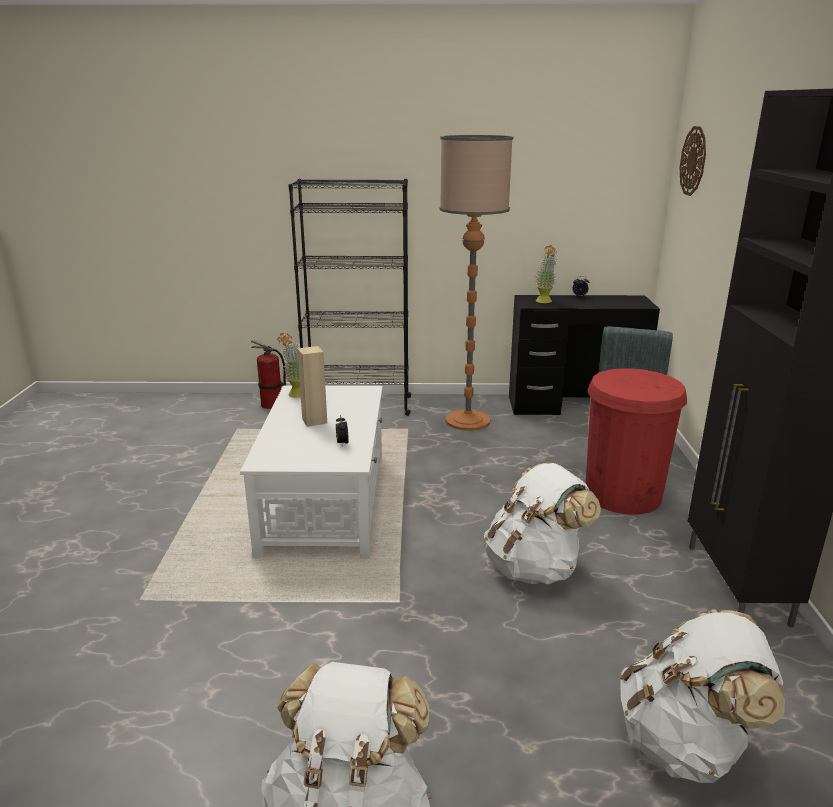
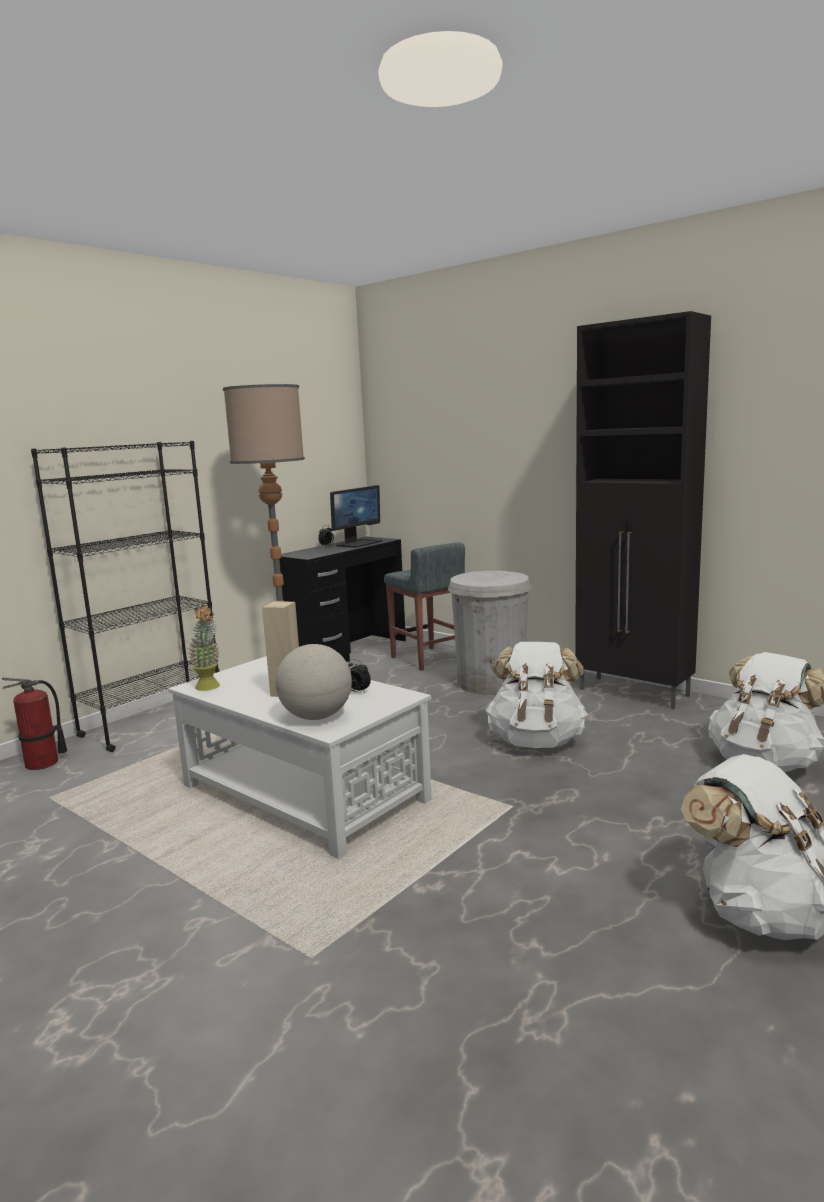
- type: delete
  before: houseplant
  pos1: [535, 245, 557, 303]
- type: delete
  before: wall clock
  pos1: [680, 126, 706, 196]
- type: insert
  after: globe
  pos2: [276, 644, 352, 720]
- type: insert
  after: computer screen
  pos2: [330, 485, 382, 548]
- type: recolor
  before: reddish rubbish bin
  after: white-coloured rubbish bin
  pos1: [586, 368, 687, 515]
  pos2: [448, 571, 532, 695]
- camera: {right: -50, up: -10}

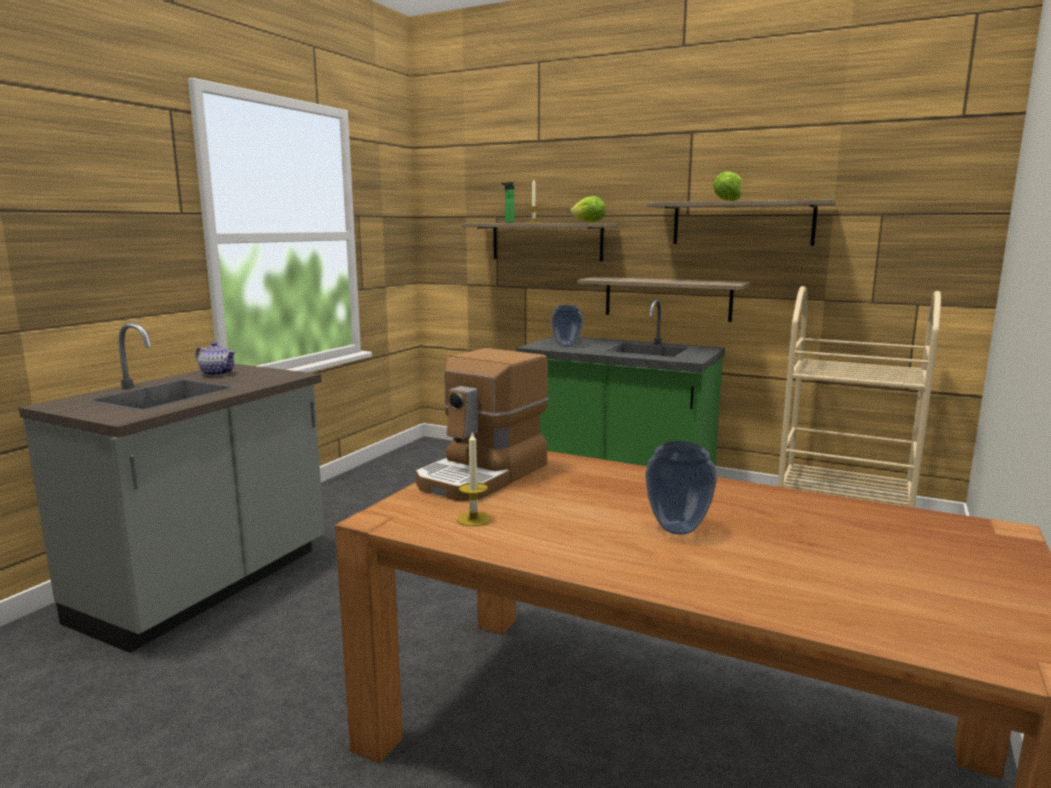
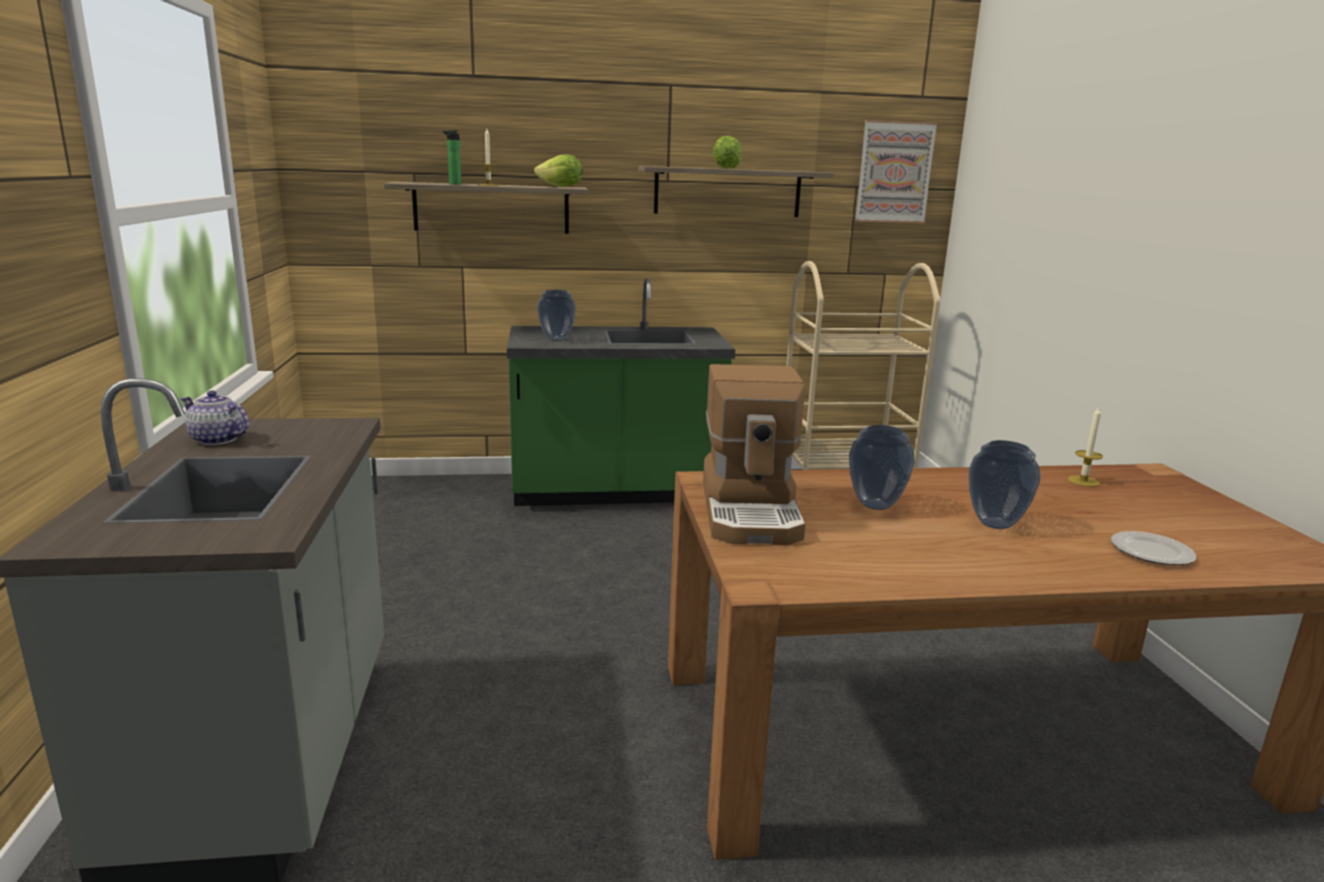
- type: delete
  before: shelf
  pos1: [578, 277, 750, 322]
- type: insert
  after: decorative vase
  pos2: [849, 425, 915, 510]
- type: insert
  after: wall art
  pos2: [855, 120, 938, 223]
- type: insert
  after: flat dish
  pos2: [1111, 531, 1196, 565]
- type: move
  before: wax candle
  pos1: [457, 431, 491, 526]
  pos2: [1068, 407, 1103, 487]
- type: rotate
  before: pot for tea
  pos1: [196, 342, 235, 376]
  pos2: [180, 391, 249, 445]
  turn: -150
- camera: {right: -35, up: 5}

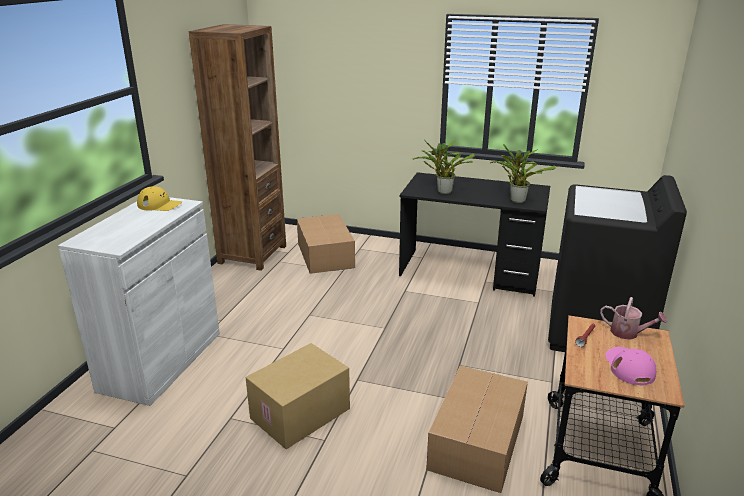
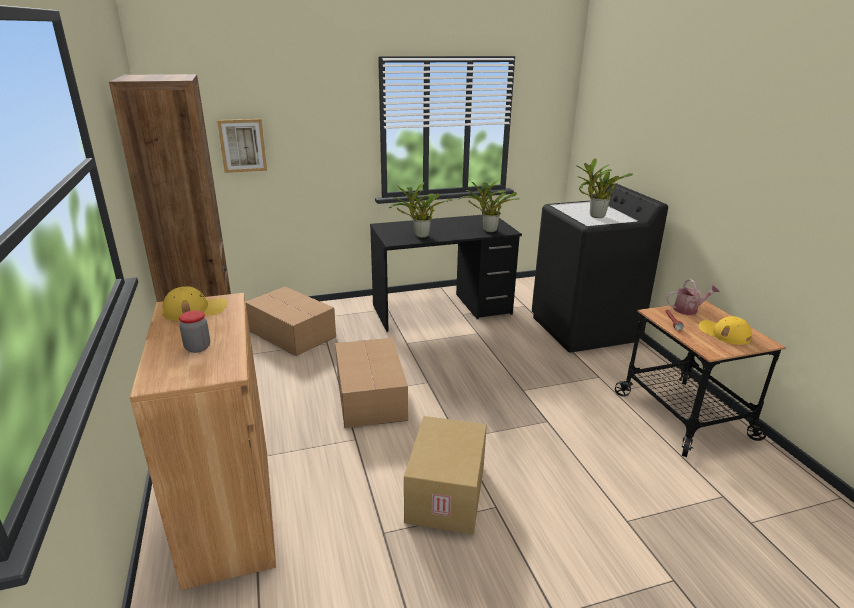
- type: insert
  after: storage jar
  pos2: [179, 311, 210, 353]
- type: insert
  after: wall art
  pos2: [217, 119, 267, 173]
- type: insert
  after: houseplant
  pos2: [576, 158, 633, 218]
- type: move
  before: cardboard box
  pos1: [426, 365, 528, 493]
  pos2: [335, 338, 408, 428]
- type: recolor
  before: white-coloured cabinet
  after: brown-coloured cabinet
  pos1: [58, 197, 220, 406]
  pos2: [130, 293, 276, 590]
- type: recolor
  before: pink-coloured baseball cap
  after: yellow-coloured baseball cap
  pos1: [605, 347, 656, 385]
  pos2: [699, 316, 752, 345]
- camera: {right: -35, up: 0}

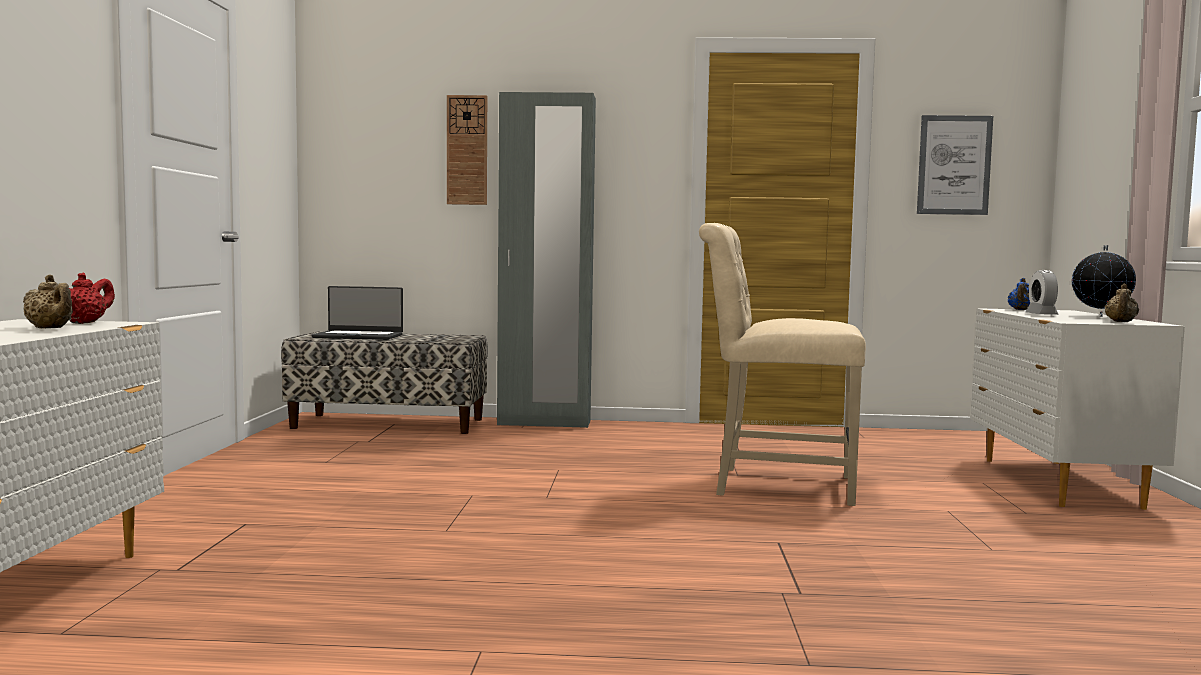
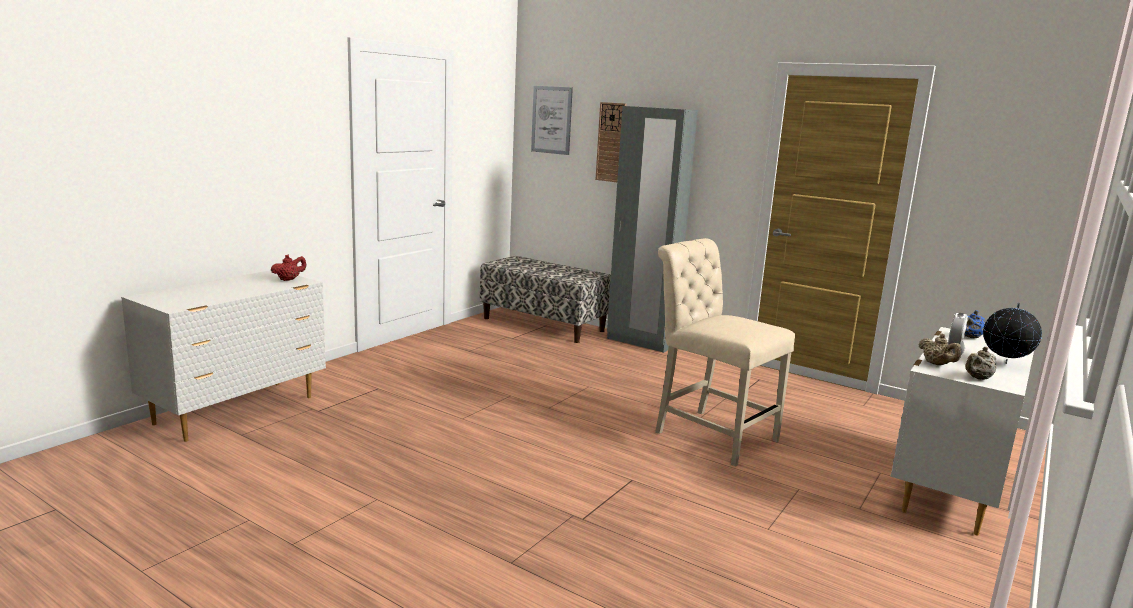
- type: delete
  before: laptop
  pos1: [311, 286, 403, 340]
- type: move
  before: beige pot for tea
  pos1: [23, 274, 73, 329]
  pos2: [918, 334, 961, 365]
- type: move
  before: wall art
  pos1: [917, 115, 993, 215]
  pos2: [531, 86, 573, 155]
- camera: {right: 30, up: 10}

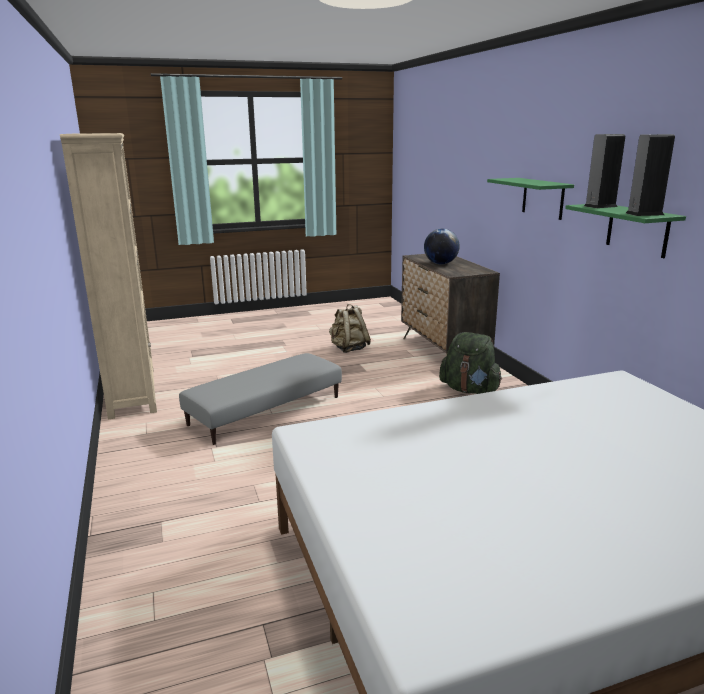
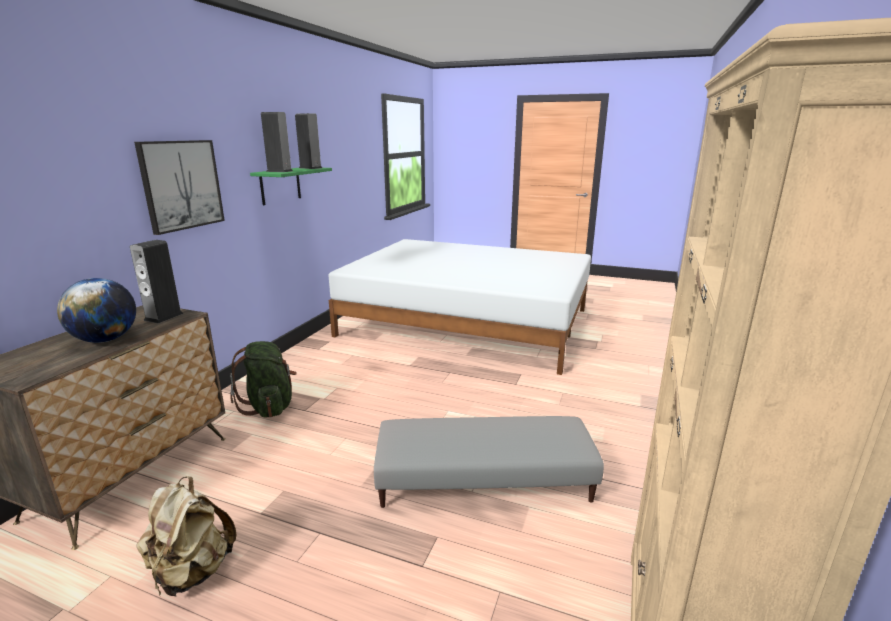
- type: insert
  after: loudspeaker
  pos2: [130, 240, 184, 323]
- type: replace
  before: greenish shelf
  after: wall art
  pos1: [487, 178, 574, 220]
  pos2: [134, 140, 225, 235]
- camera: {right: -140, up: 0}

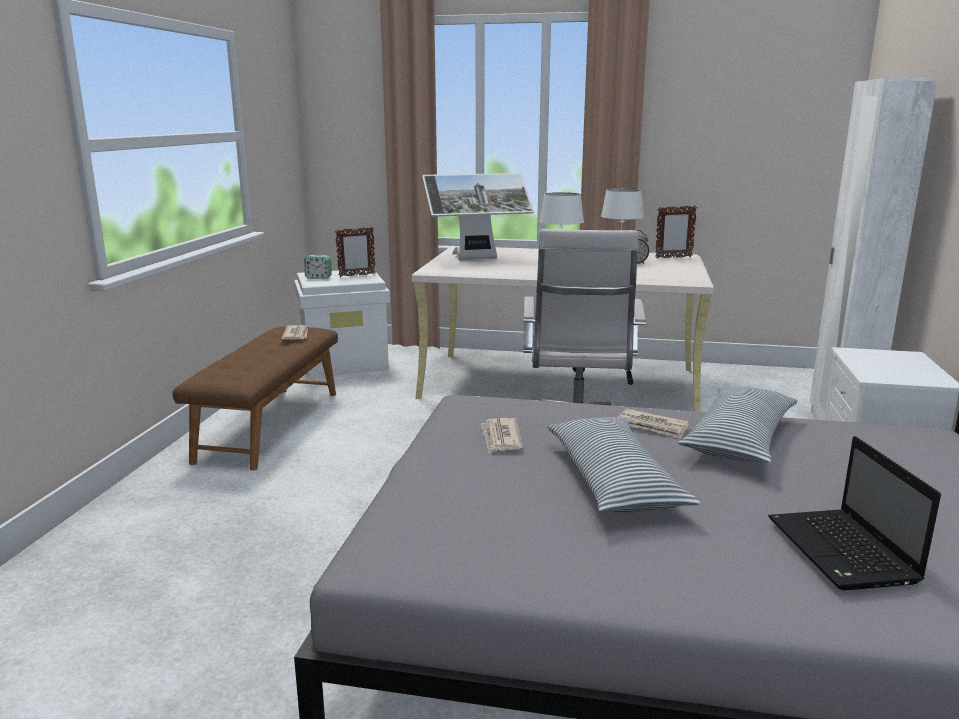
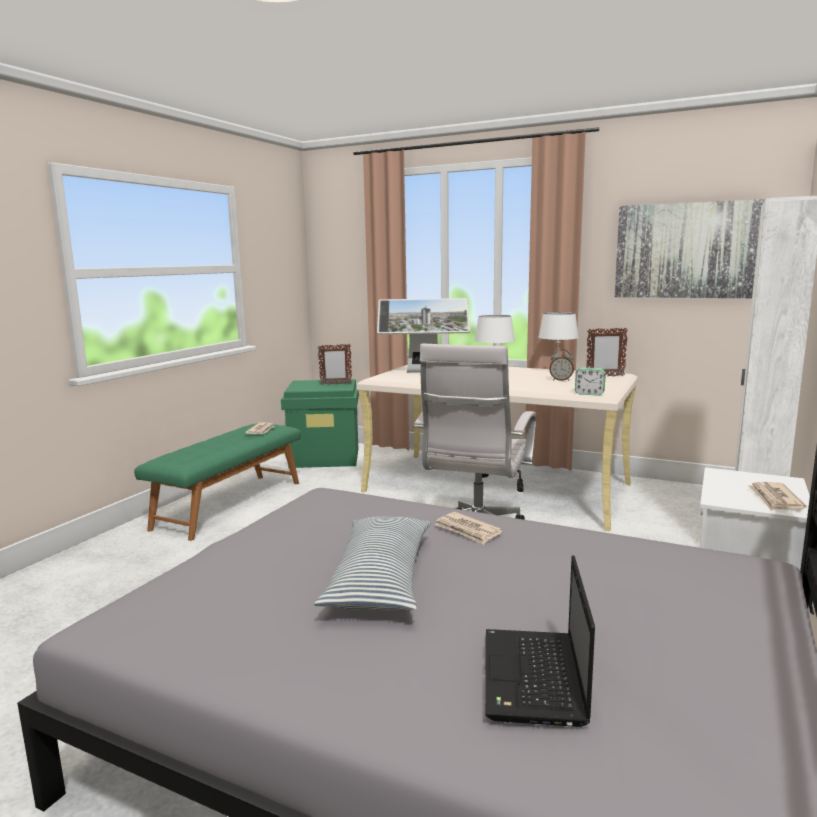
- type: delete
  before: throw pillow
  pos1: [678, 386, 798, 463]
- type: insert
  after: wall art
  pos2: [615, 199, 765, 298]
- type: move
  before: bedside clock
  pos1: [304, 255, 332, 279]
  pos2: [575, 368, 606, 396]
- type: move
  before: daily paper
  pos1: [481, 418, 523, 453]
  pos2: [748, 482, 807, 511]
- type: recolor
  before: brown-coloured long seat
  after: greenish long seat
  pos1: [173, 326, 338, 471]
  pos2: [134, 424, 301, 541]
- type: recolor
  before: white-coloured storage container
  after: greenish storage container
  pos1: [294, 270, 390, 378]
  pos2: [281, 379, 359, 468]
- camera: {right: 15, up: -5}

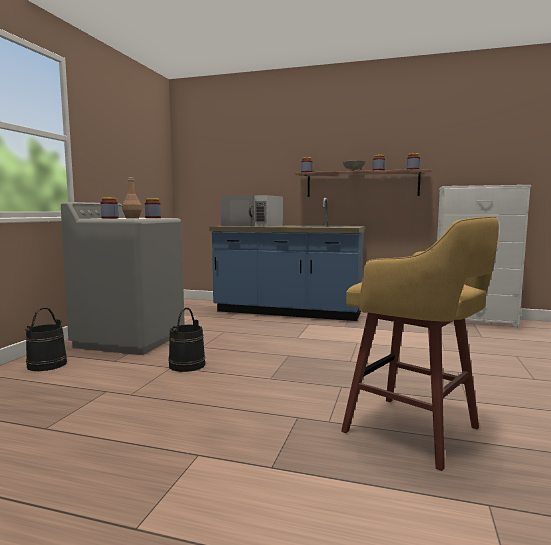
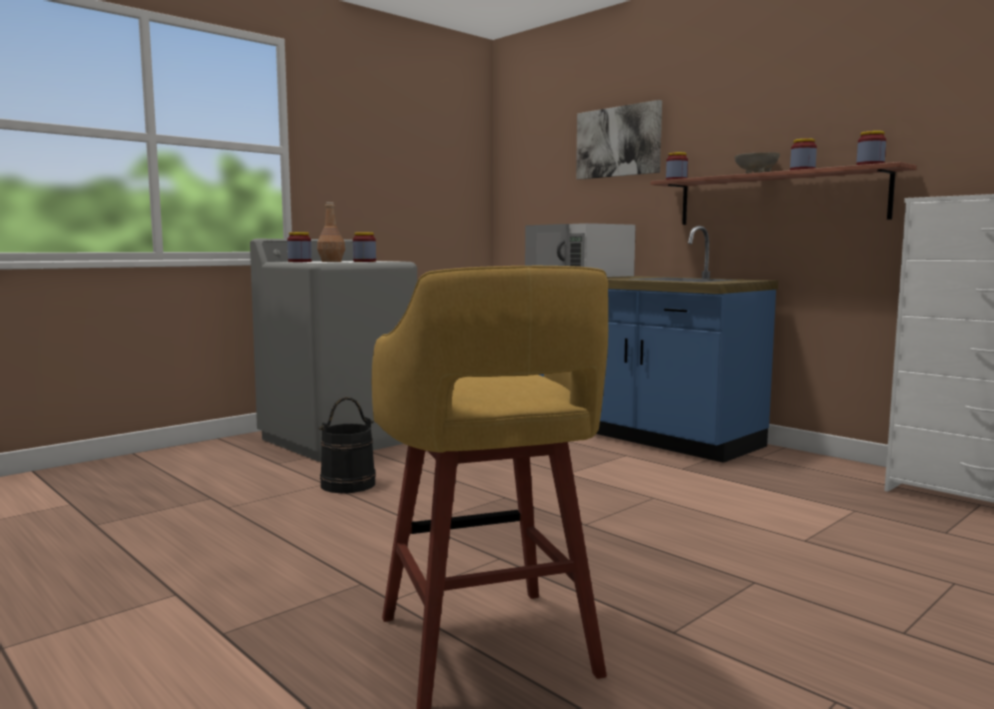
- type: delete
  before: black-coloured water bucket
  pos1: [25, 307, 67, 371]
- type: insert
  after: wall art
  pos2: [576, 100, 662, 180]
- camera: {right: 30, up: 0}

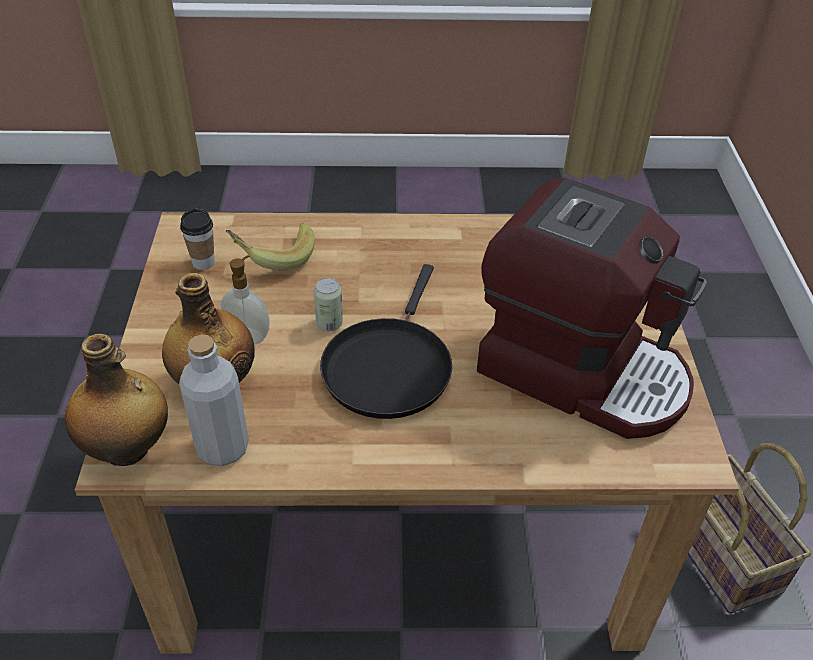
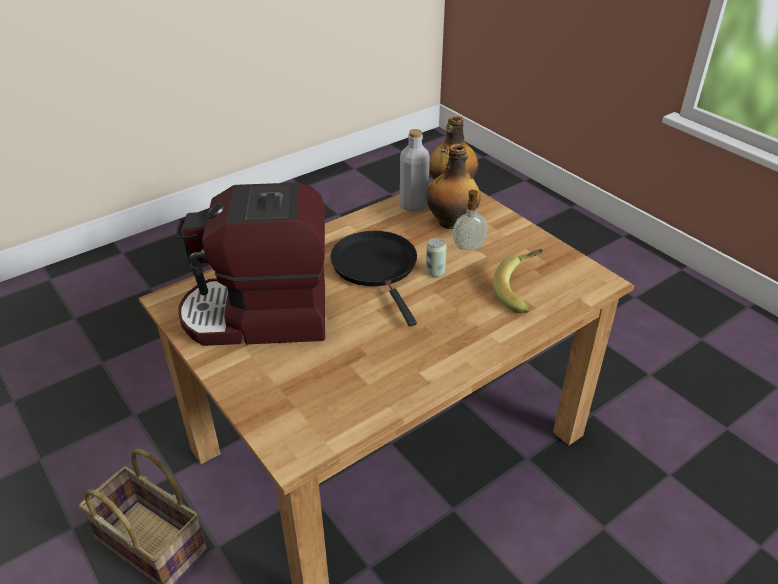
- type: delete
  before: small cup
  pos1: [180, 209, 215, 270]
- camera: {right: 145, up: -5}

